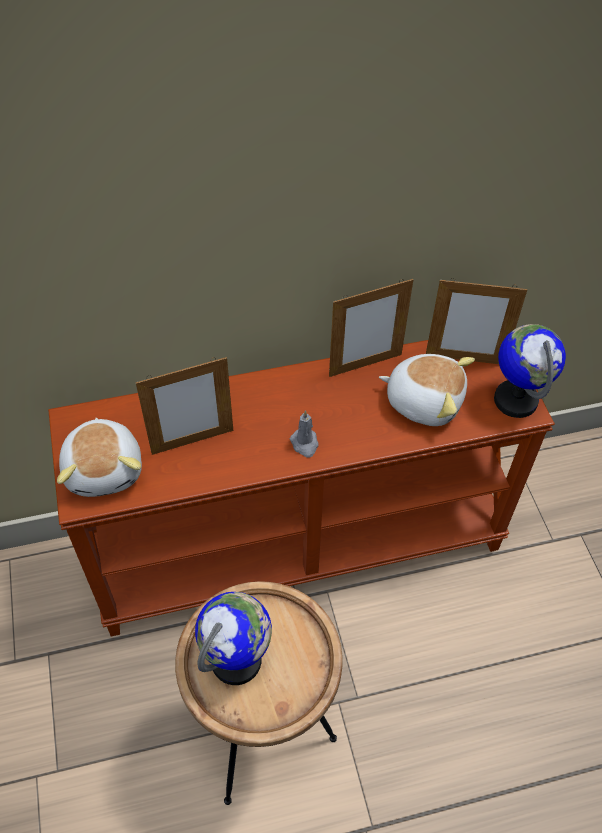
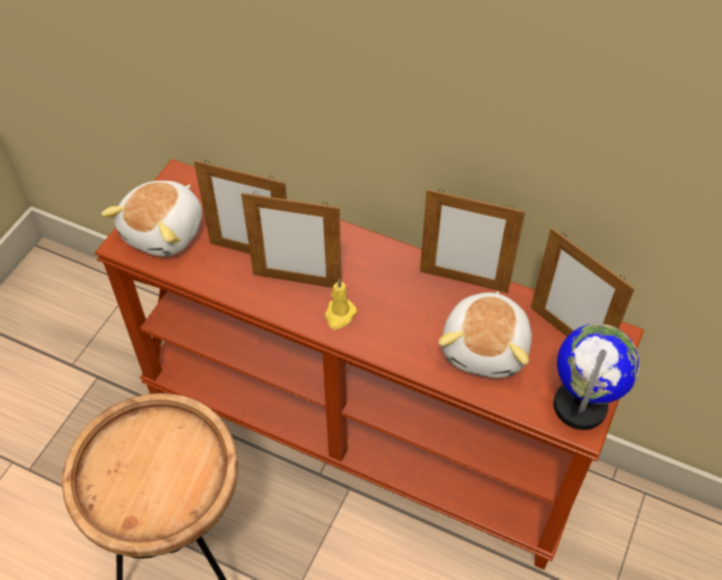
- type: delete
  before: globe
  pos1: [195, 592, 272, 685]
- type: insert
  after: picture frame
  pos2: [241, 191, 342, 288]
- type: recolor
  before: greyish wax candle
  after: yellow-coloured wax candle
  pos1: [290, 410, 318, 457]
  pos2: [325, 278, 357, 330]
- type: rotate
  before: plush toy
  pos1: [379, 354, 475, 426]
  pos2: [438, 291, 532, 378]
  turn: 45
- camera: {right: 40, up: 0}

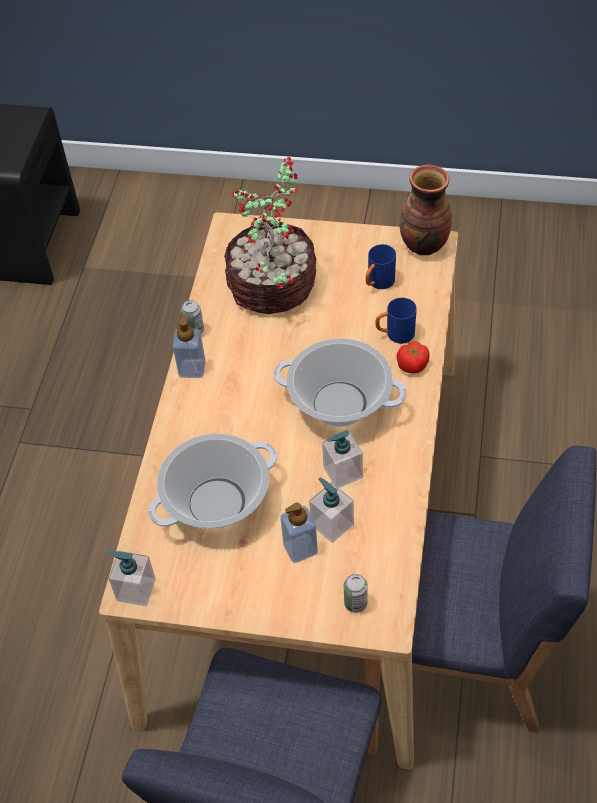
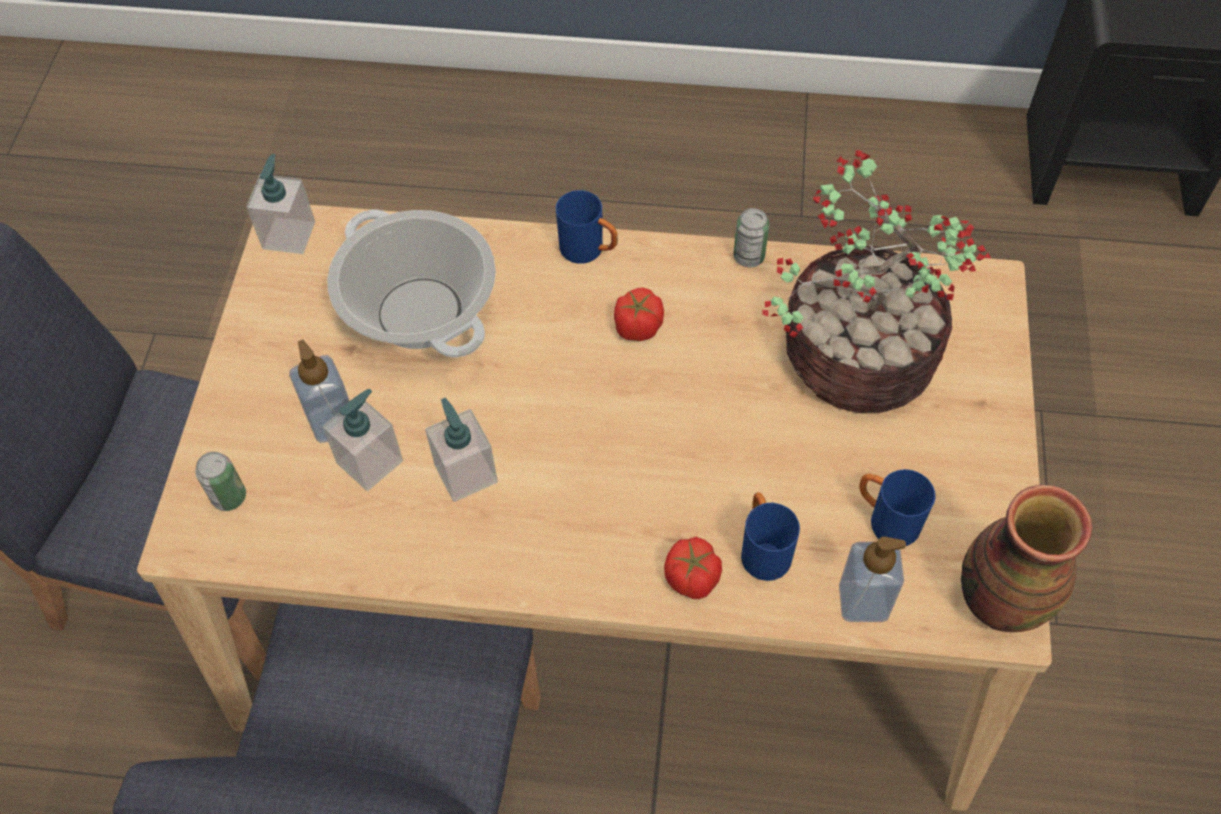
- type: delete
  before: stockpot
  pos1: [274, 338, 407, 427]
- type: insert
  after: bluish coffee mug
  pos2: [556, 190, 618, 264]
- type: insert
  after: whole tomato
  pos2: [614, 288, 664, 341]
- type: move
  before: soap bottle
  pos1: [173, 314, 206, 378]
  pos2: [839, 536, 906, 622]
- camera: {right: 85, up: 5}

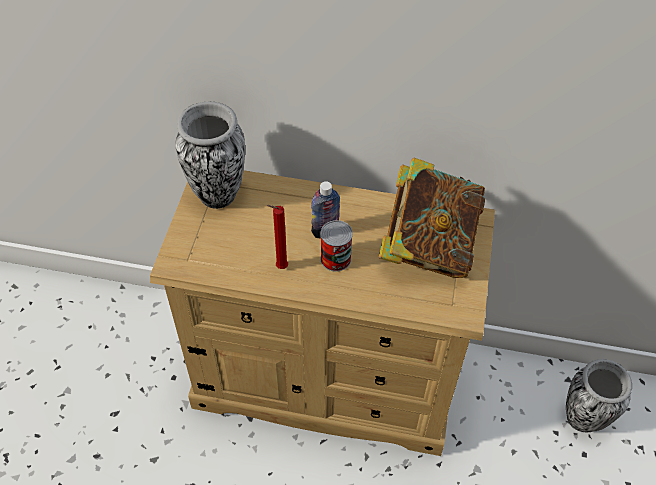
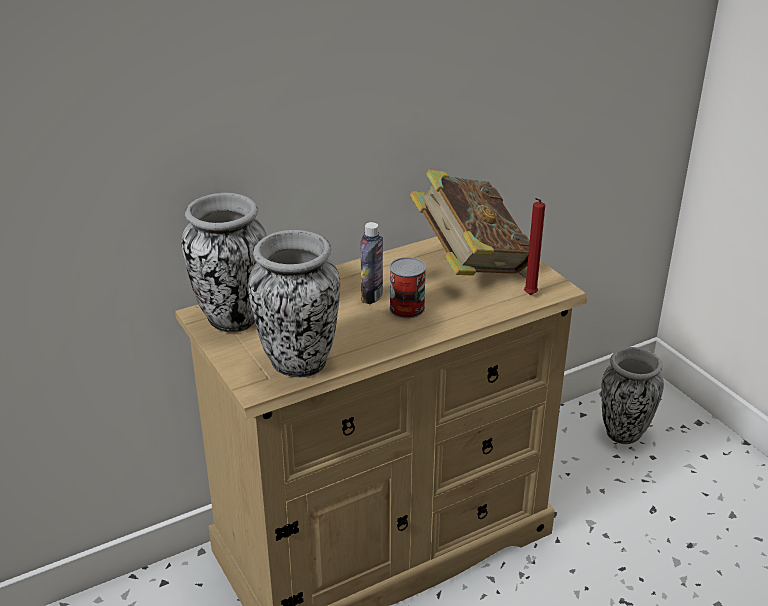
- type: insert
  after: decorative vase
  pos2: [248, 230, 340, 377]
- type: move
  before: reddish wax candle
  pos1: [267, 205, 288, 269]
  pos2: [524, 198, 545, 295]
- camera: {right: -40, up: -20}

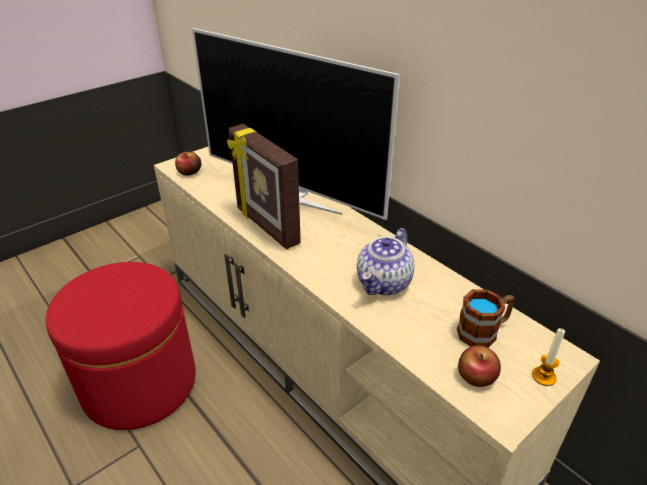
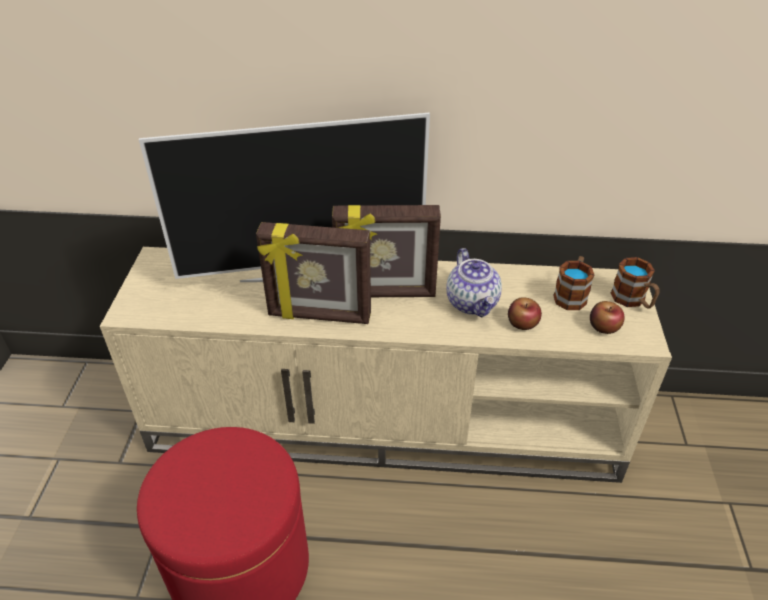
- type: insert
  after: picture frame
  pos2: [332, 205, 441, 297]
- type: move
  before: whole apple
  pos1: [175, 152, 201, 175]
  pos2: [508, 297, 542, 330]
- type: replace
  before: wax candle
  after: coffee mug
  pos1: [532, 328, 565, 386]
  pos2: [611, 257, 660, 309]
- camera: {right: -45, up: 5}

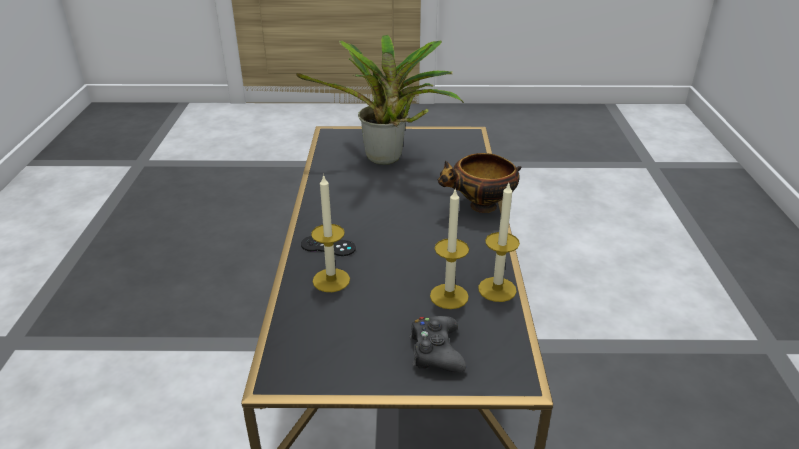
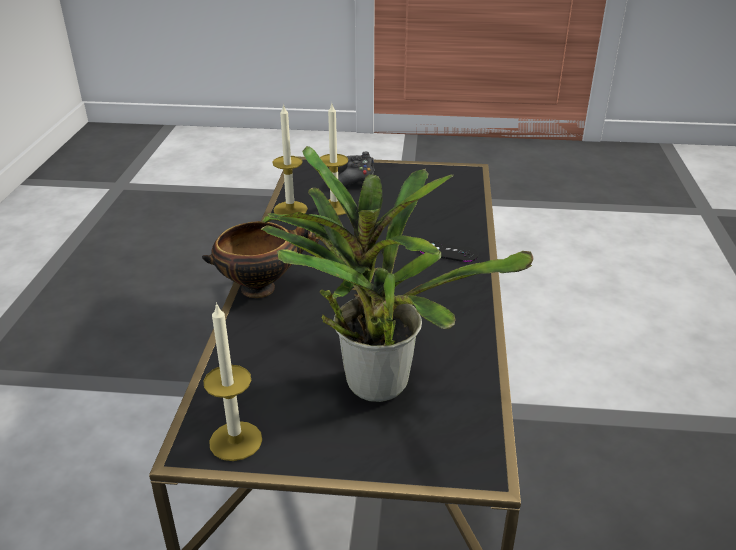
- type: move
  before: wax candle
  pos1: [311, 174, 350, 292]
  pos2: [204, 302, 262, 461]
- camera: {right: -175, up: 0}

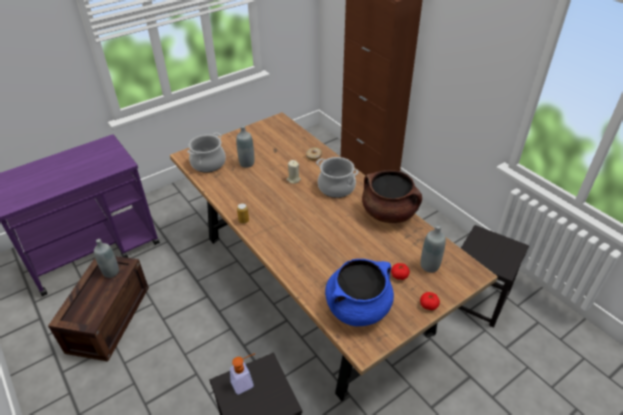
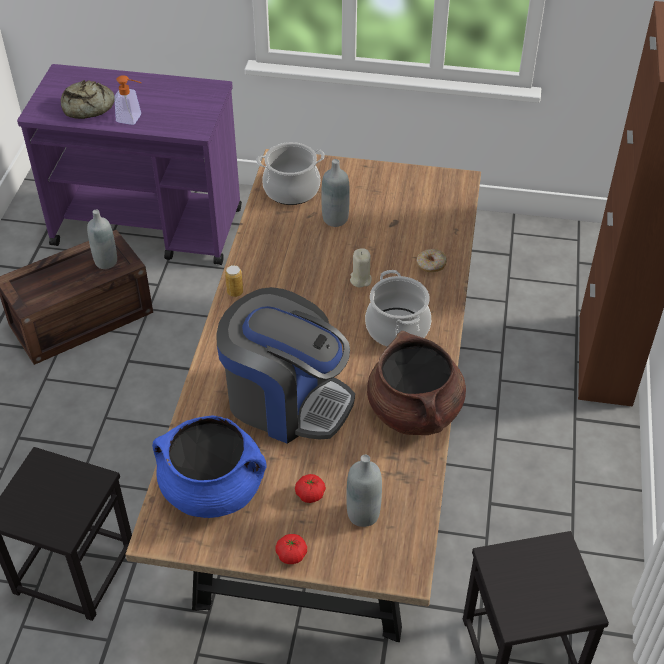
- type: insert
  after: baked bread
  pos2: [61, 80, 115, 119]
- type: insert
  after: coffee maker
  pos2: [216, 287, 355, 444]
- type: move
  before: soap bottle
  pos1: [230, 353, 255, 395]
  pos2: [114, 75, 142, 125]
- camera: {right: 45, up: 5}

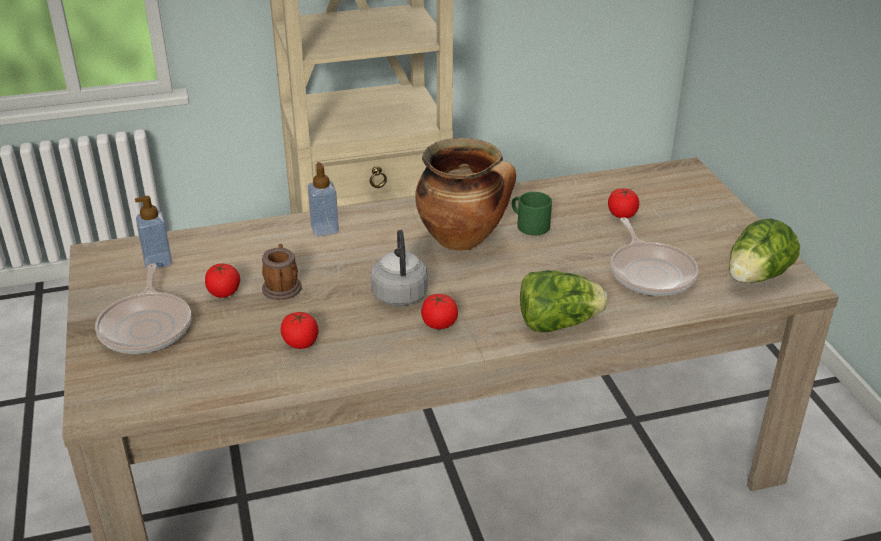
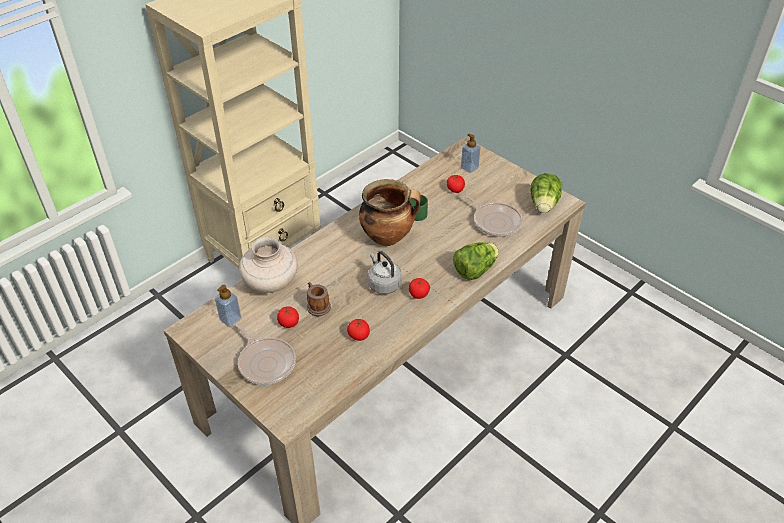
- type: insert
  after: beige decorative vase
  pos2: [239, 237, 298, 293]
- type: move
  before: soap bottle
  pos1: [308, 162, 339, 236]
  pos2: [461, 133, 481, 173]
- camera: {right: -30, up: 10}

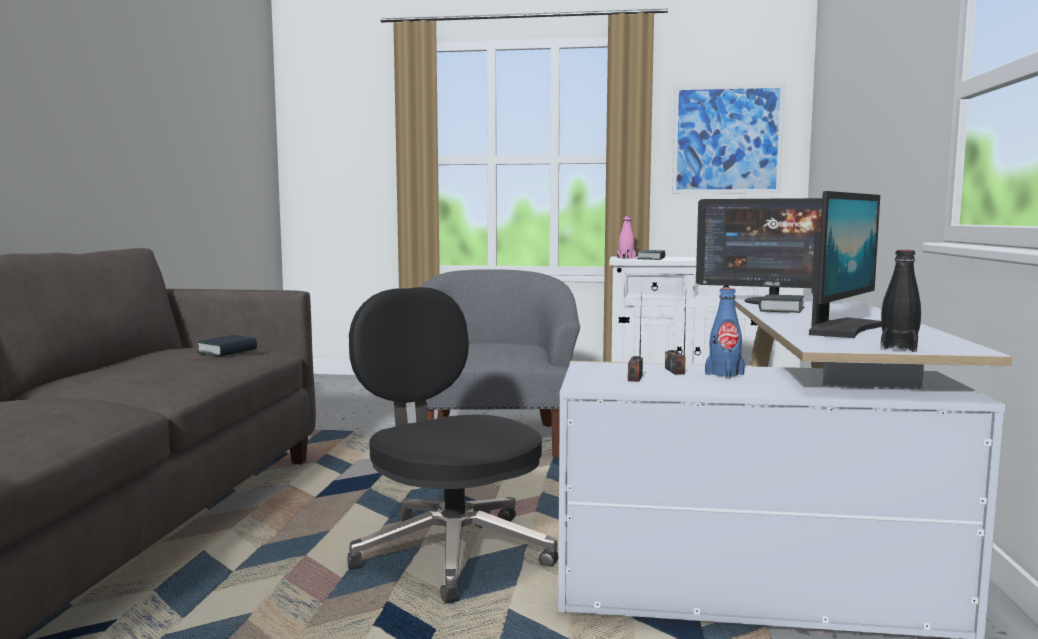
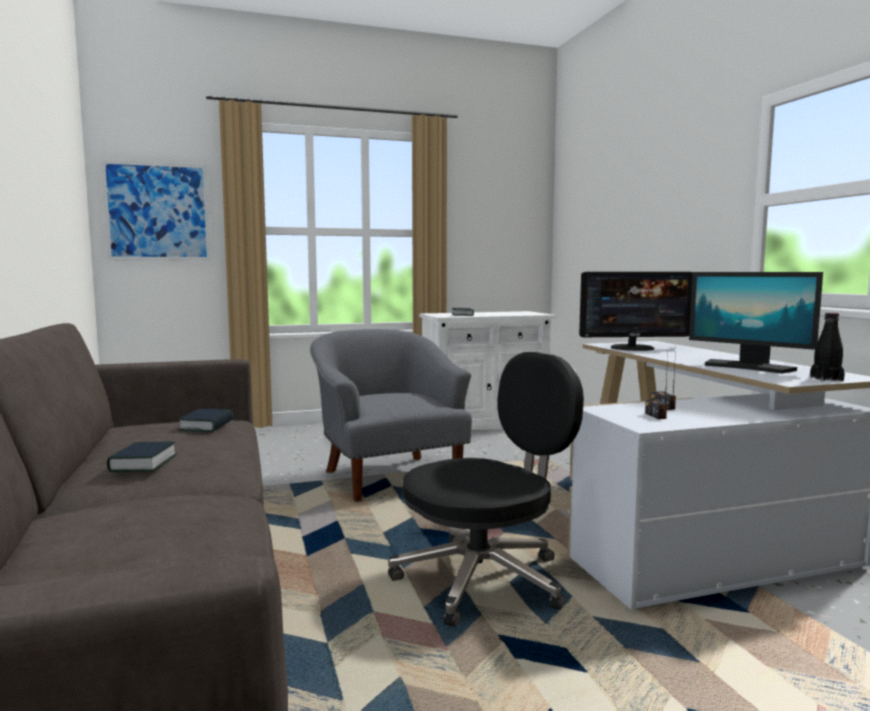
- type: delete
  before: pink-coloured beverage bottle
  pos1: [617, 216, 636, 259]
- type: delete
  before: bluish beverage bottle
  pos1: [705, 288, 745, 379]
- type: move
  before: wall art
  pos1: [672, 84, 785, 194]
  pos2: [101, 160, 211, 261]
- type: move
  before: bound book
  pos1: [759, 295, 805, 313]
  pos2: [107, 442, 177, 472]
- type: rotate
  before: black-coloured desk chair
  pos1: [347, 287, 558, 604]
  pos2: [388, 352, 584, 627]
  turn: 120
- type: rotate
  before: computer screen
  pos1: [809, 191, 882, 338]
  pos2: [689, 272, 823, 374]
  turn: 120
- camera: {right: -25, up: 0}

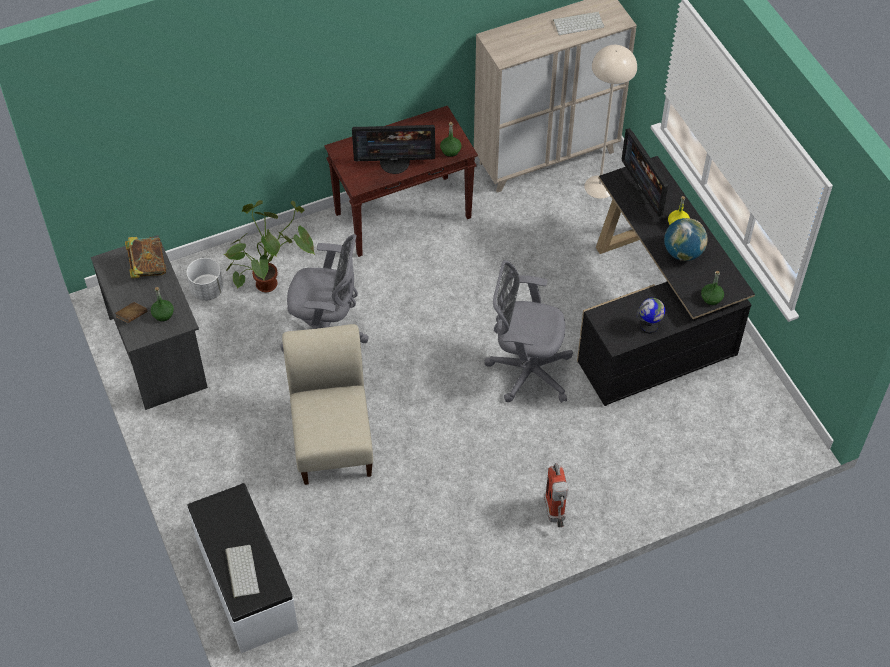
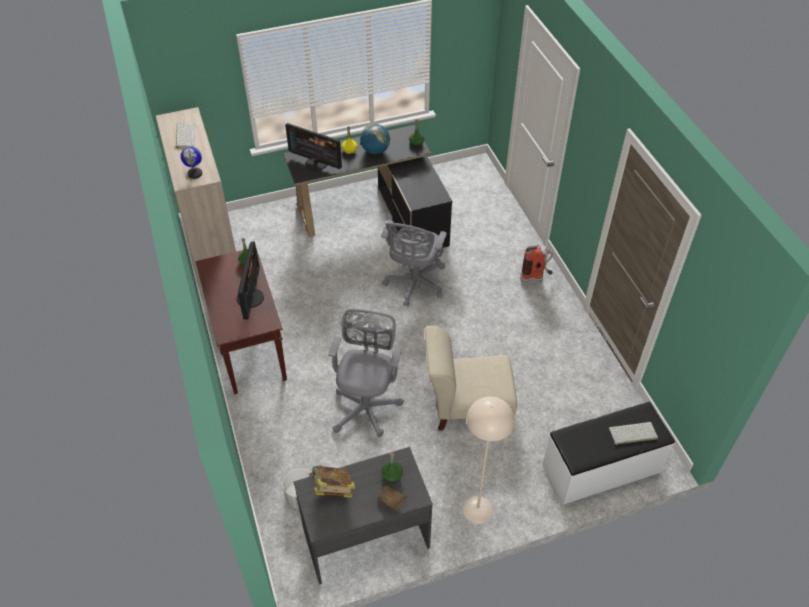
- type: delete
  before: houseplant
  pos1: [223, 200, 315, 292]
- type: move
  before: beige standing lamp
  pos1: [584, 45, 637, 199]
  pos2: [463, 397, 515, 524]
- type: move
  before: globe
  pos1: [636, 298, 665, 334]
  pos2: [181, 146, 202, 179]
- type: rotate
  before: computer screen
  pos1: [622, 128, 668, 217]
  pos2: [285, 123, 342, 171]
  turn: 45
- camera: {right: -85, up: -5}

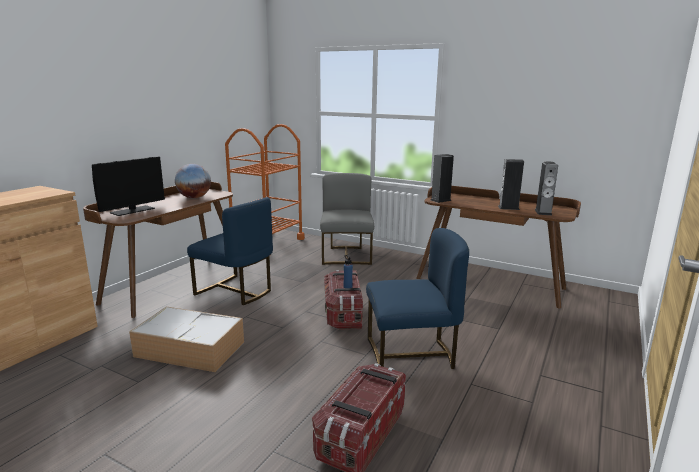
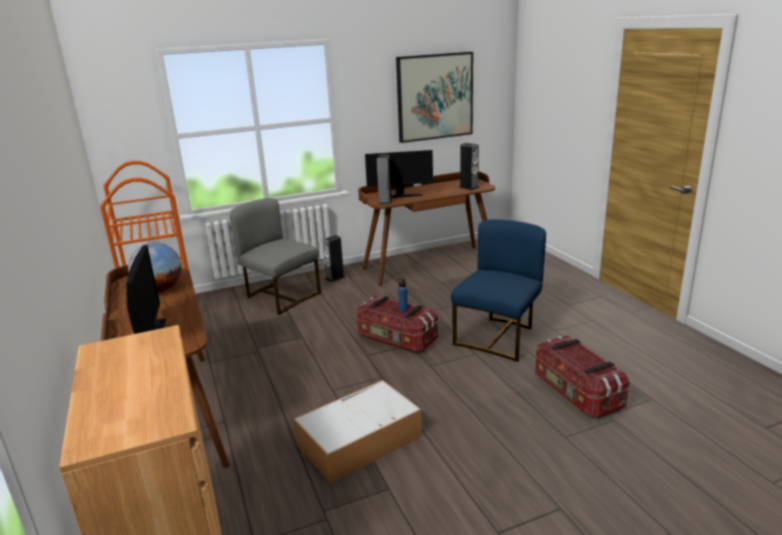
- type: delete
  before: bluish plain chair
  pos1: [187, 197, 273, 305]
- type: insert
  after: computer screen
  pos2: [365, 150, 433, 199]
- type: insert
  after: wall art
  pos2: [396, 52, 473, 143]
- type: move
  before: loudspeaker
  pos1: [498, 159, 524, 210]
  pos2: [323, 235, 345, 282]
- camera: {right: -50, up: 5}

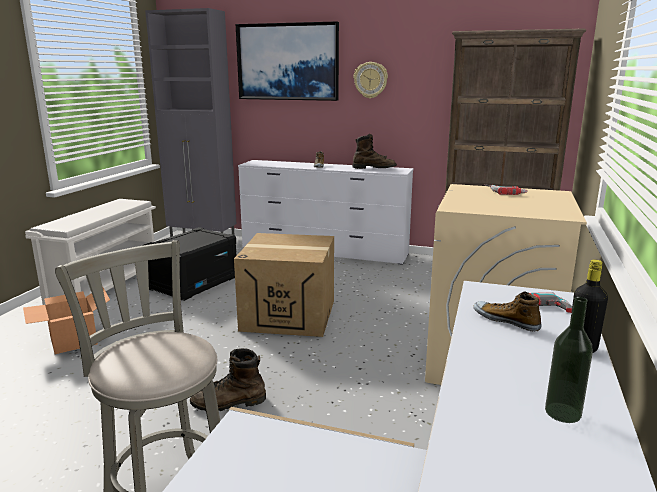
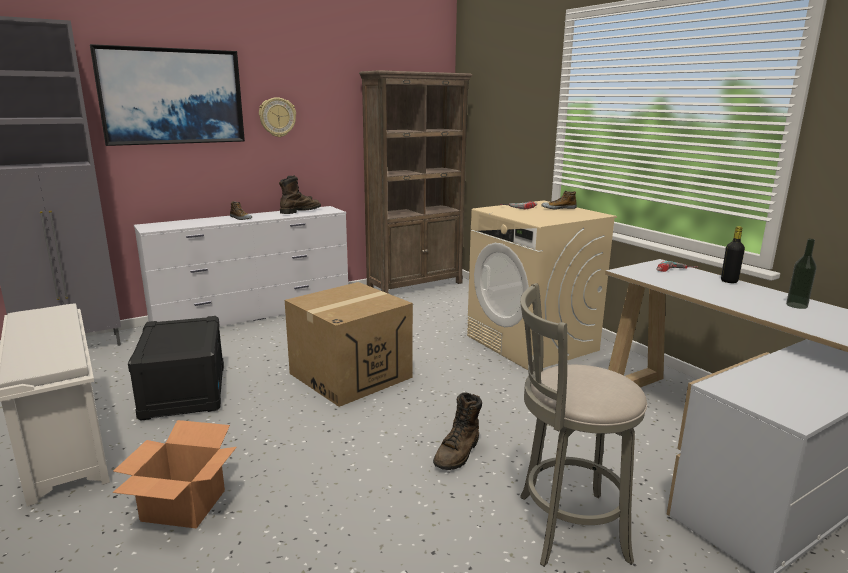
- type: move
  before: shoe
  pos1: [473, 292, 542, 331]
  pos2: [541, 191, 577, 209]
- camera: {right: -50, up: 0}

